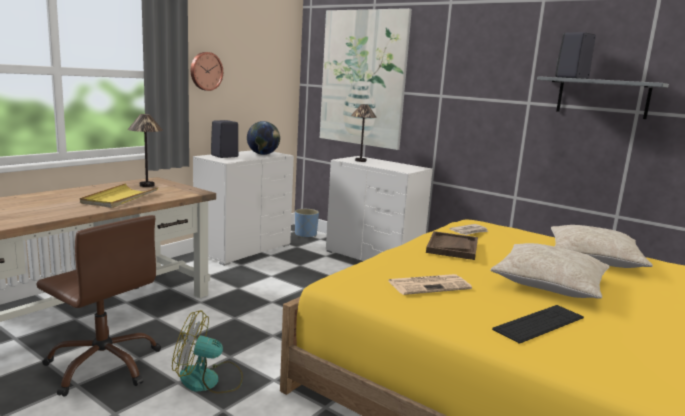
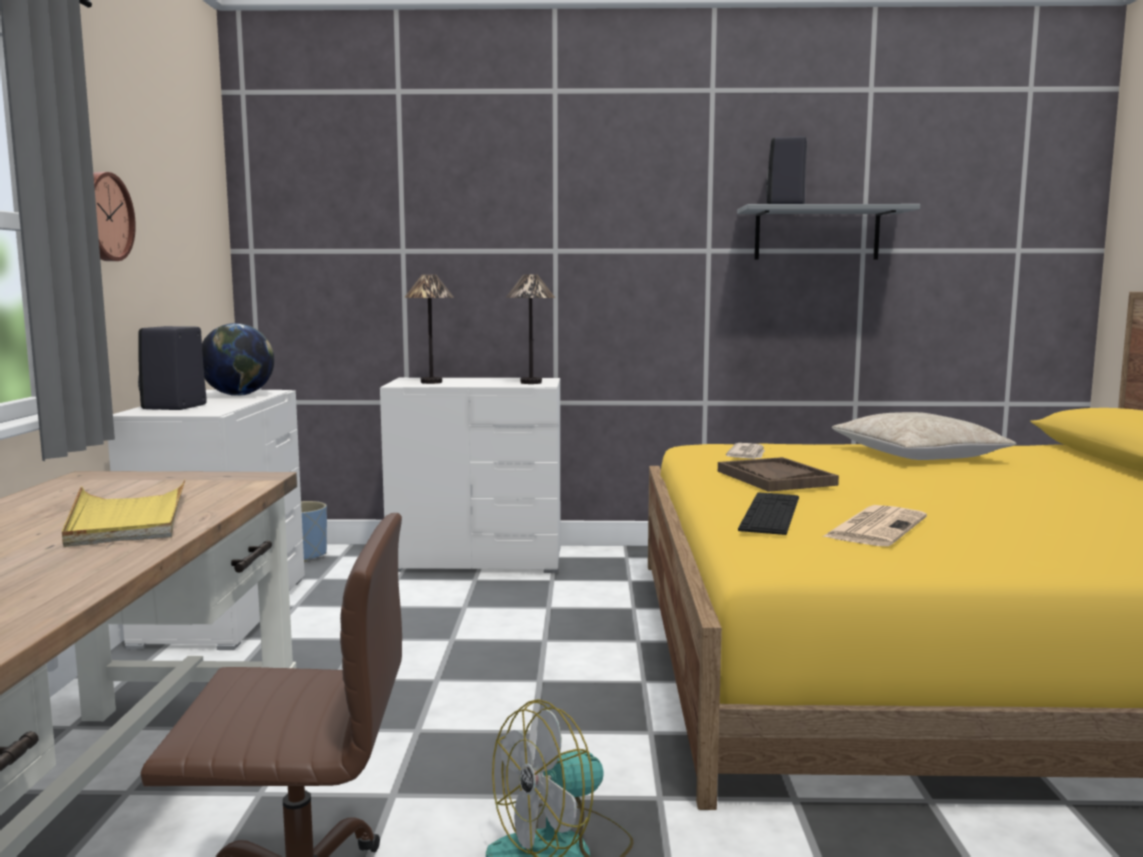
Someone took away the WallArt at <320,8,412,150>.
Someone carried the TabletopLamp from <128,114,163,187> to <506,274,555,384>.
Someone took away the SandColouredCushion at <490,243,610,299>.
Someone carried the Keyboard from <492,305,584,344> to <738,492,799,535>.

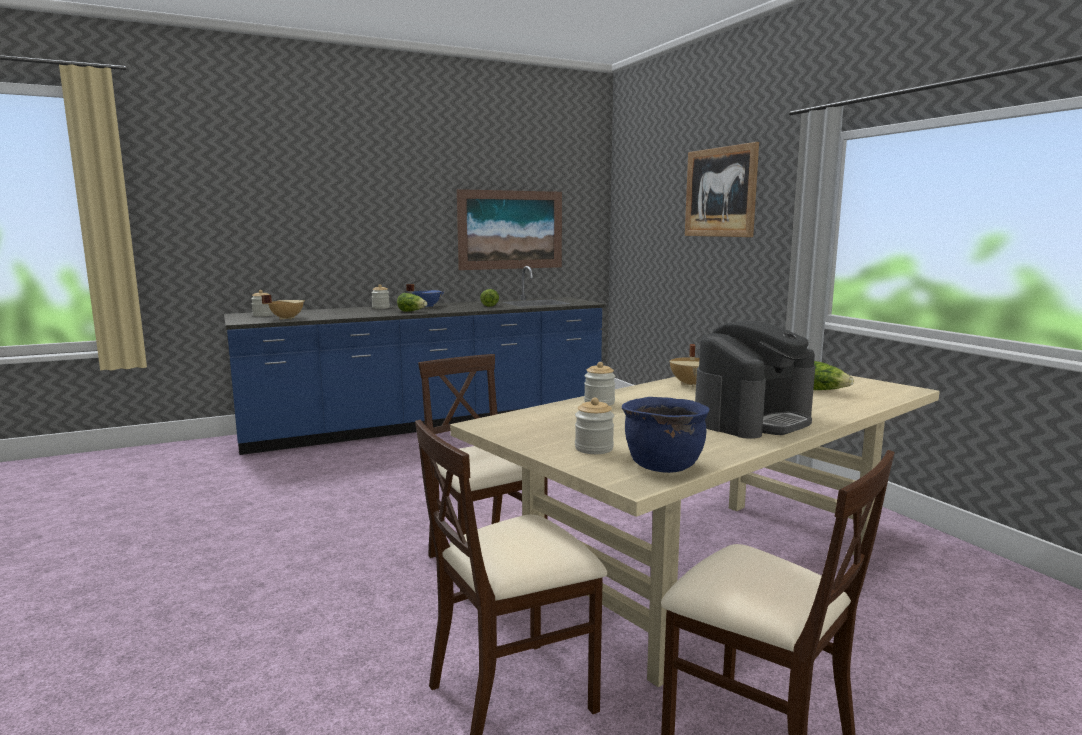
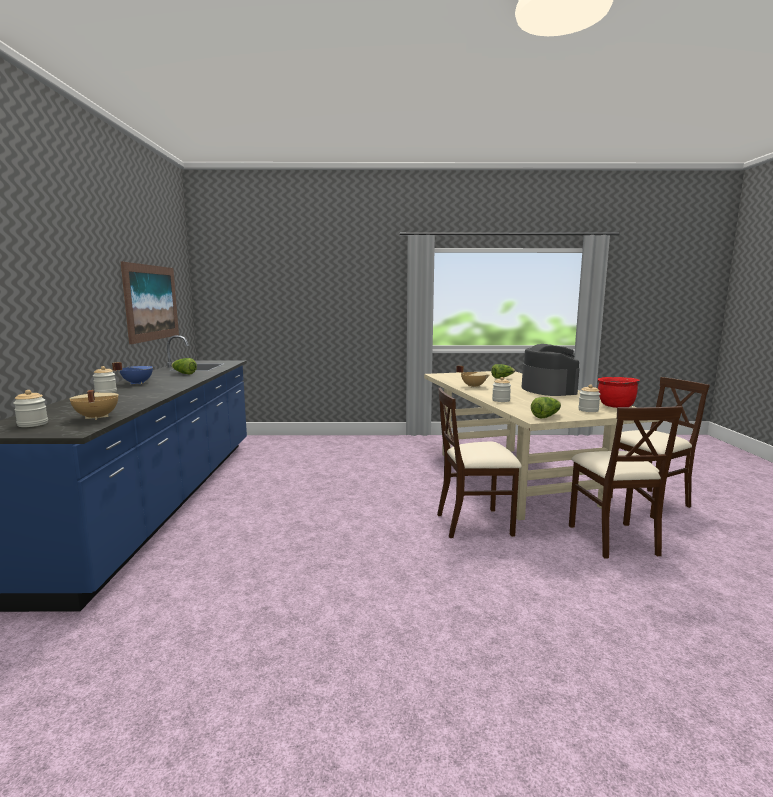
Someone took away the WallArt at <685,142,759,237>.
Someone carried the HeadOfLettuce from <397,293,427,312> to <531,397,561,418>.
Someone repainted the BlueColouredSaucepot at <622,397,709,473>, which became the ReddishSaucepot at <598,377,640,408>.

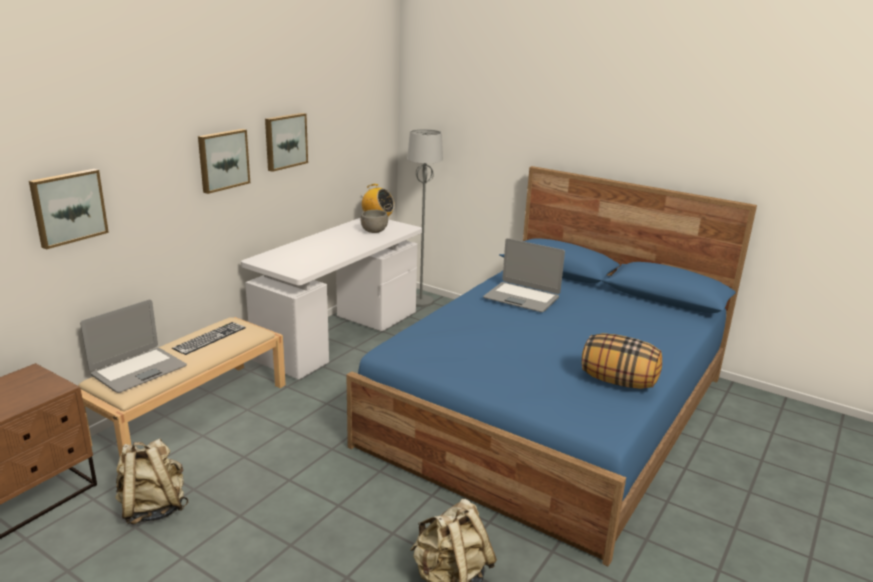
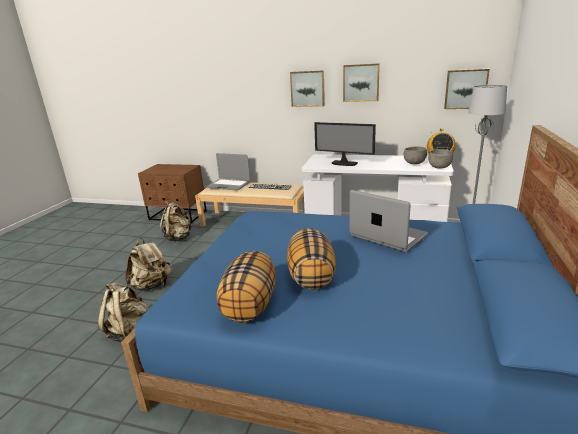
Someone carried the WallArt from <29,169,109,249> to <444,69,490,109>.
Someone rotated the NotebookComputer at <483,238,565,312> by 120 degrees clockwise.
Someone put down the ComputerScreen at <314,122,376,166>.
Someone put down the GreyDeepDish at <428,149,453,169>.
Someone put down the Cushion at <287,228,336,290>.
Someone put down the SandColouredBackpack at <125,238,172,291>.

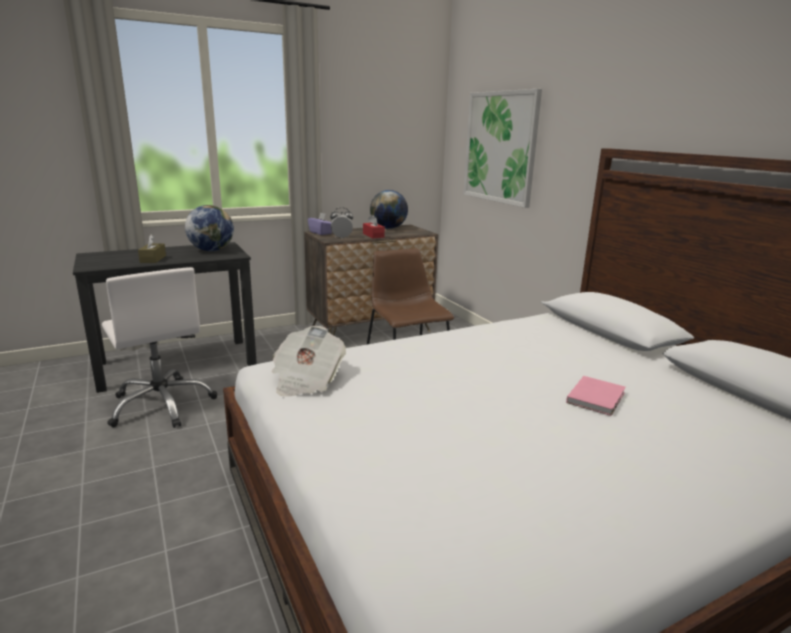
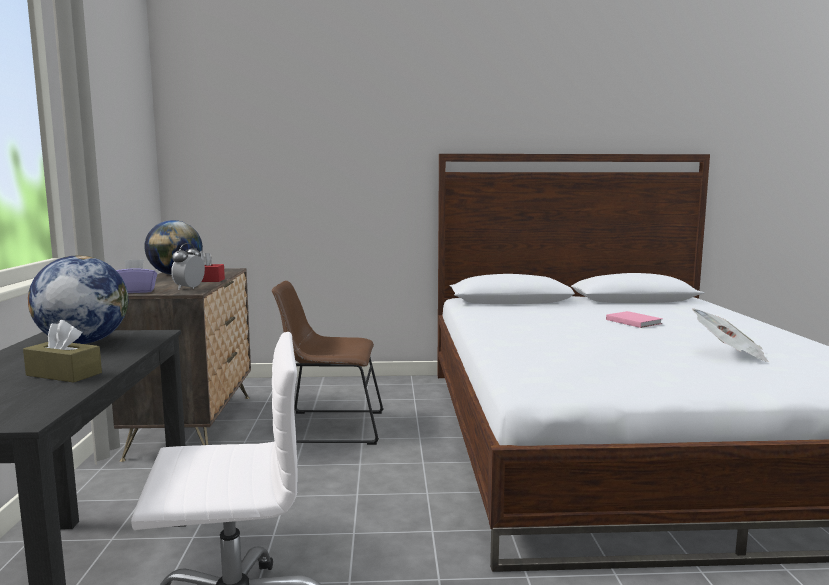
Someone took away the WallArt at <463,89,542,208>.
Someone carried the DailyPaper from <272,326,346,397> to <692,308,769,362>.

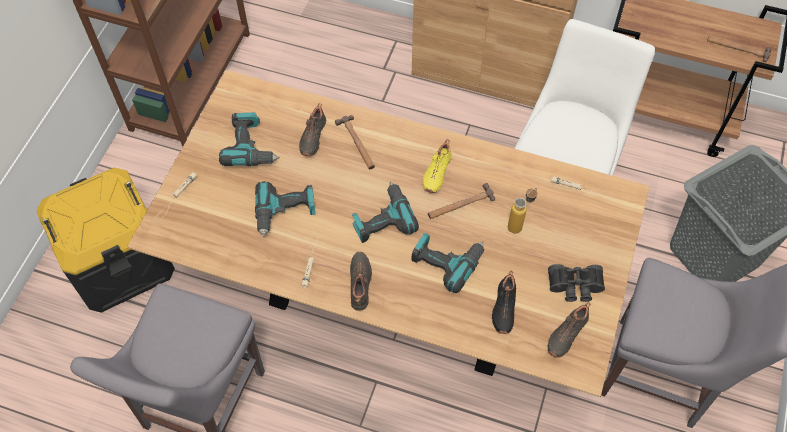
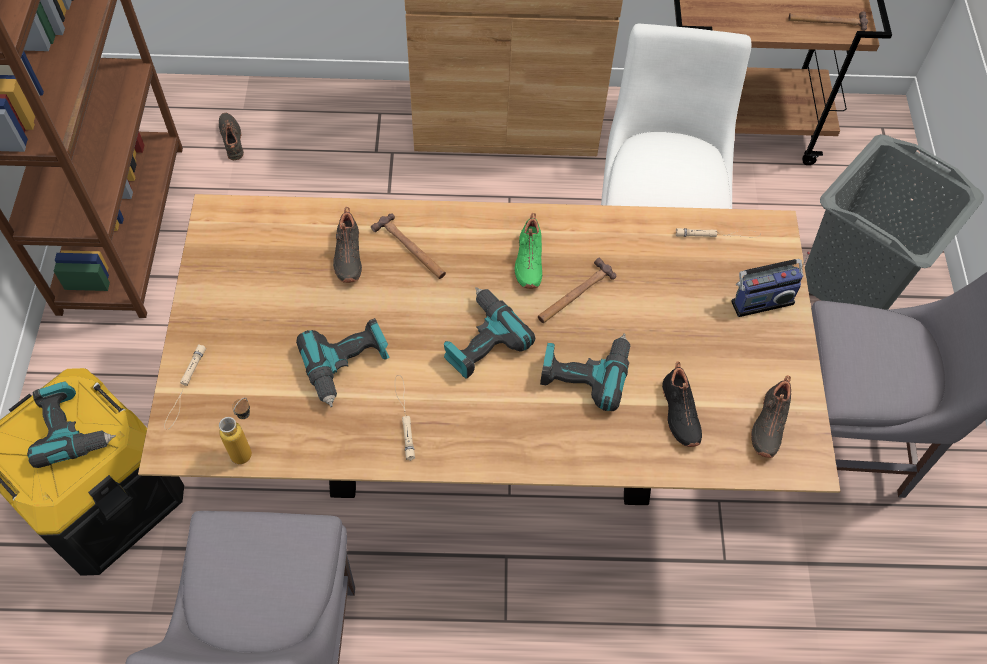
Someone carried the ElectricDrill from <219,112,280,166> to <27,382,116,468>.
Someone repainted the YellowItemOfFootwear at <423,139,452,193>, which became the GreenColouredItemOfFootwear at <514,213,542,289>.
Someone carried the BeverageBottle from <508,188,537,234> to <219,398,252,464>.
Someone carried the BlackishItemOfFootwear from <350,252,372,311> to <219,113,244,160>.
Someone took away the BlackishFieldGlasses at <548,264,605,302>.
Someone put down the RadioReceiver at <731,251,810,317>.

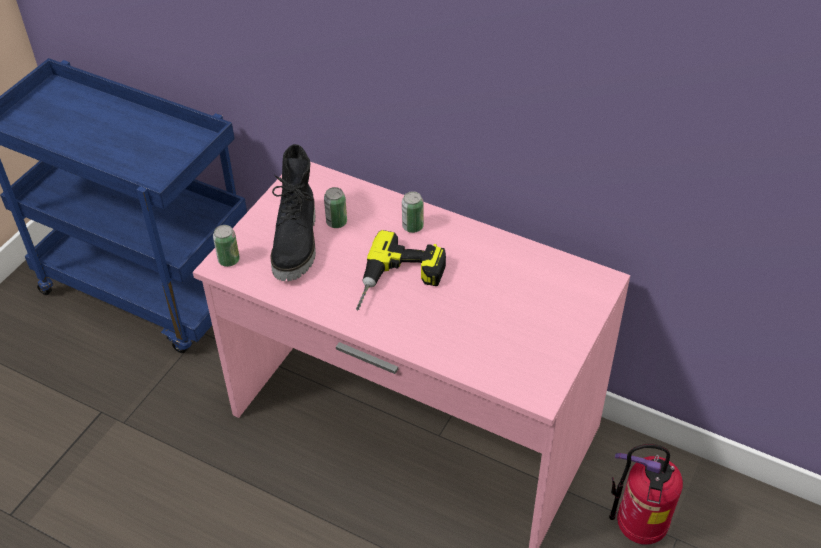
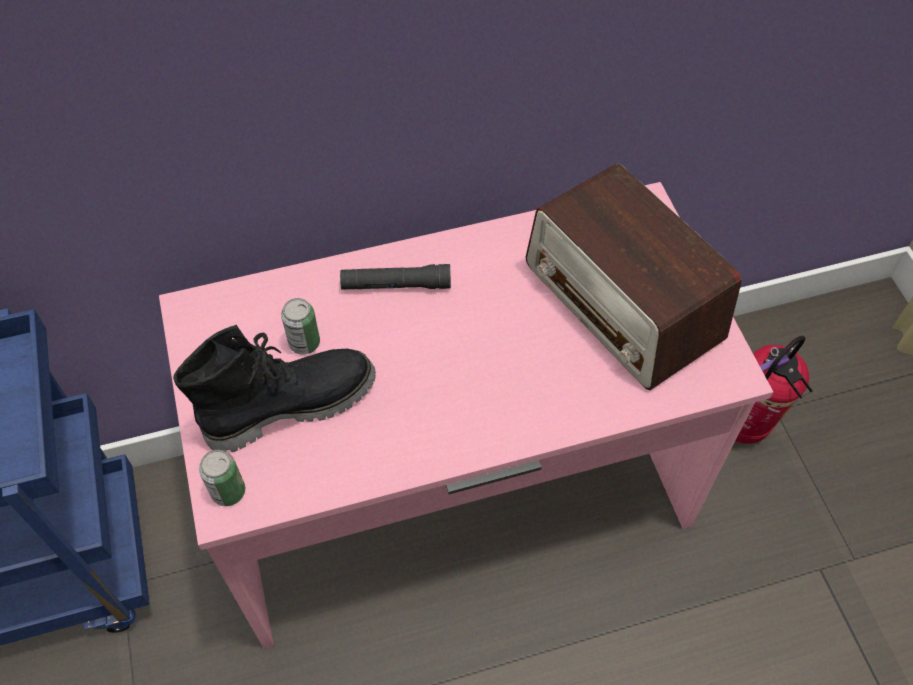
Someone rotated the BlackishHighTopBoot at <271,144,316,281> by 75 degrees counterclockwise.
Someone swapped the MetalCan at <402,191,423,233> for the BlackishHandTorch at <340,264,451,290>.
Someone took away the ElectricDrill at <356,230,446,311>.
Someone put down the RadioReceiver at <526,163,742,390>.

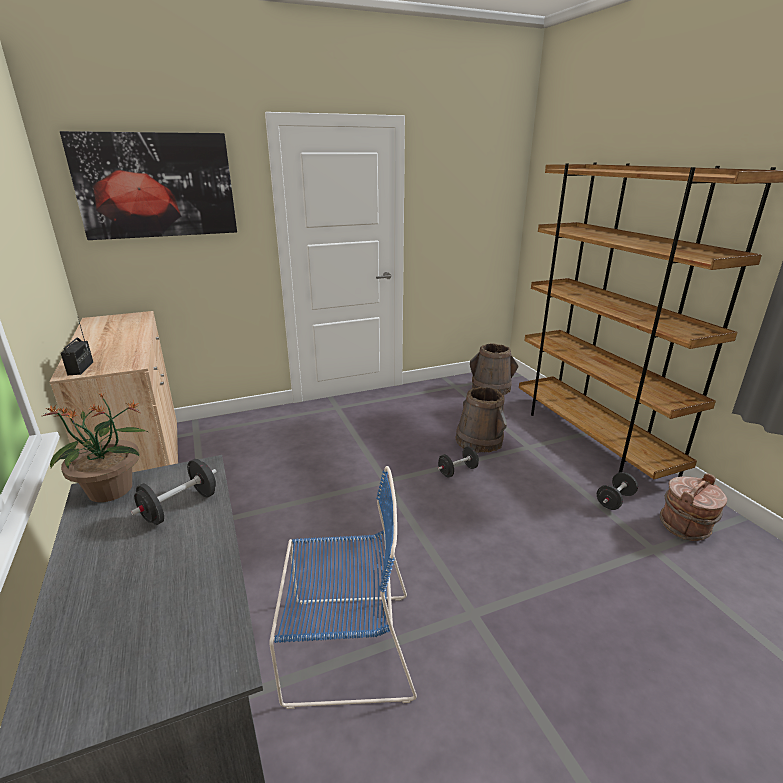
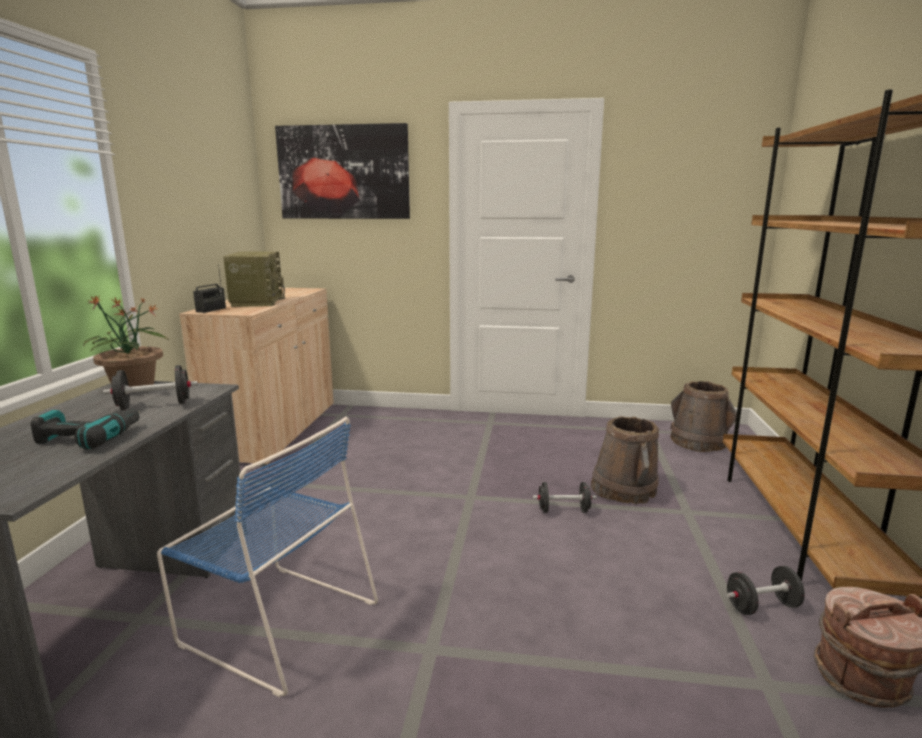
Someone put down the RadioReceiver at <223,252,285,307>.
Someone put down the ElectricDrill at <31,408,140,450>.

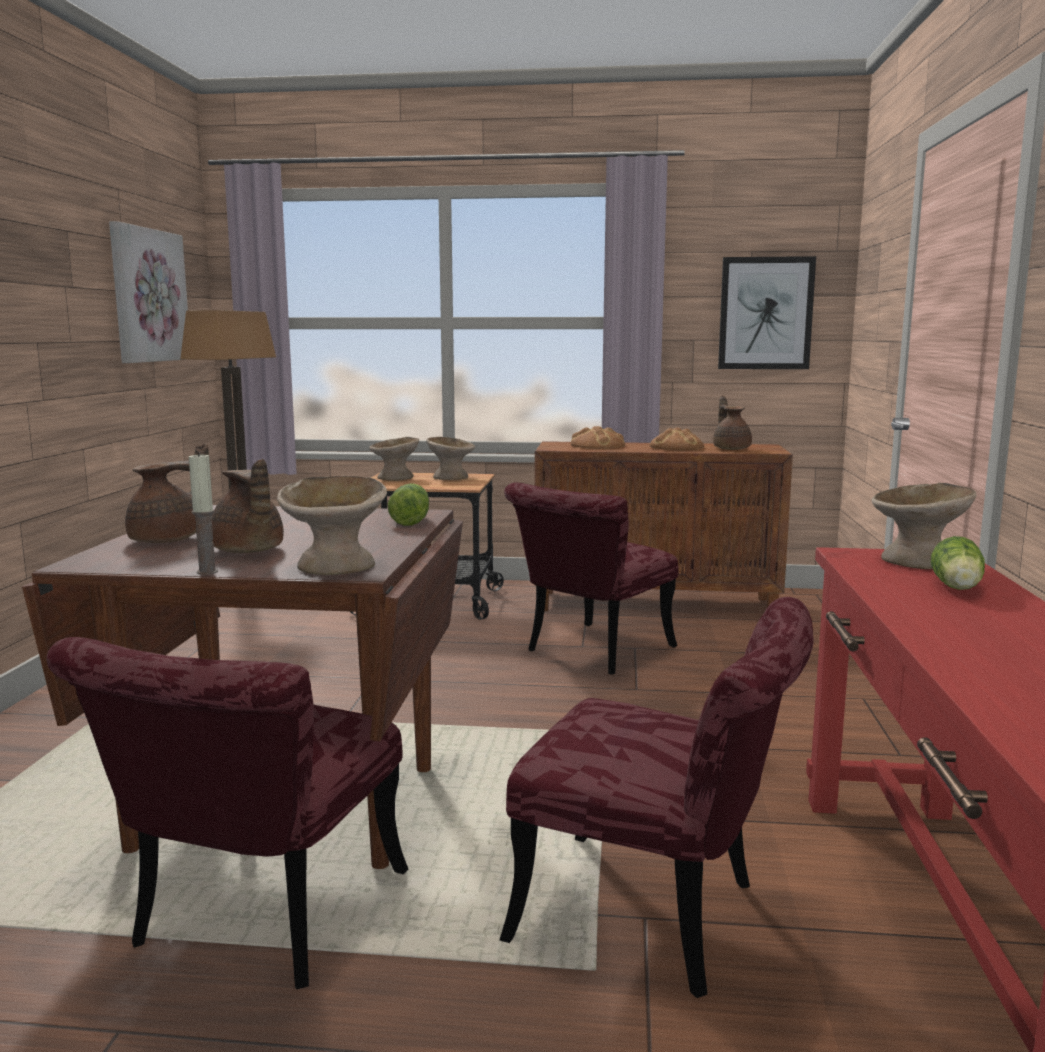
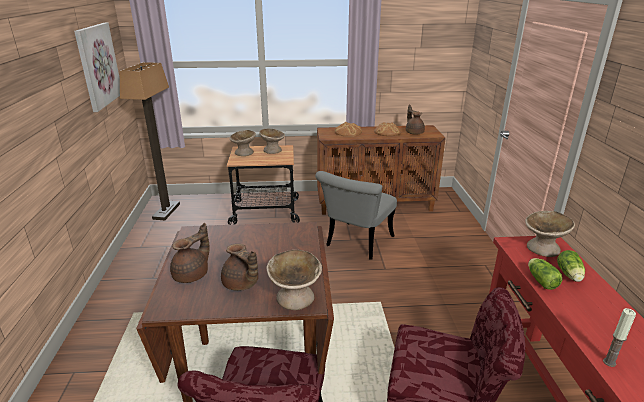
Someone took away the WallArt at <718,256,816,369>.
Someone carried the Candle from <189,452,218,575> to <603,308,636,367>.
Someone repainted the ReddishUprightChair at <504,482,678,675>, which became the GreyUprightChair at <315,171,397,260>.
Someone carried the HeadOfLettuce from <388,483,429,526> to <528,258,563,290>.

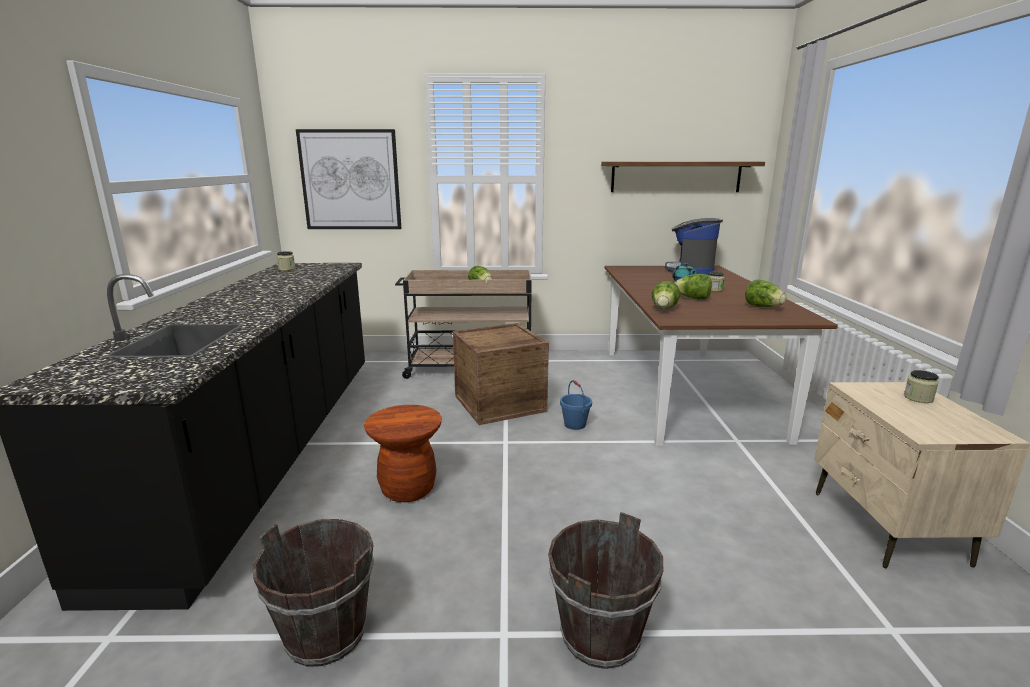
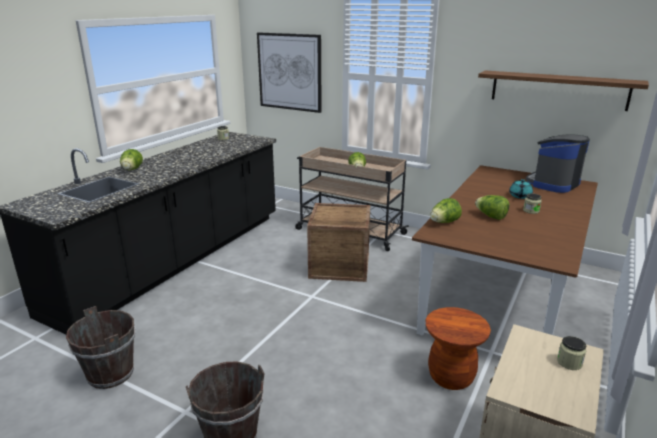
Someone carried the HeadOfLettuce from <745,279,787,307> to <120,149,143,170>.
Someone took away the BlueColouredPail at <560,380,592,430>.
Someone carried the BrownColouredSittingStool from <364,405,442,502> to <426,307,491,390>.

